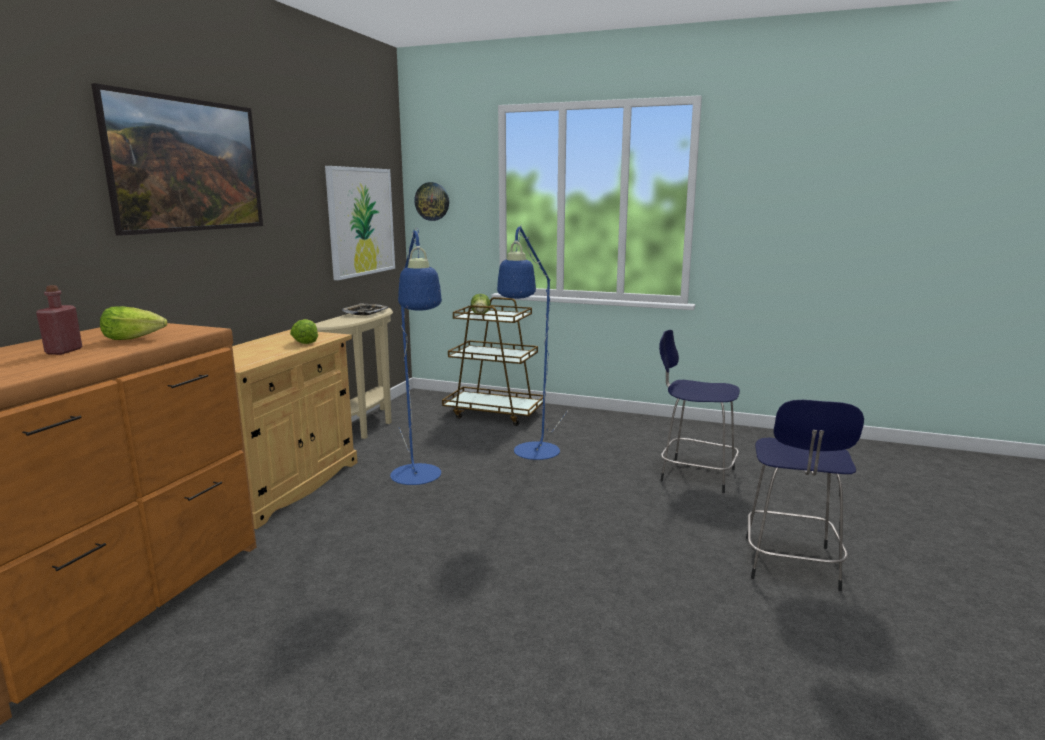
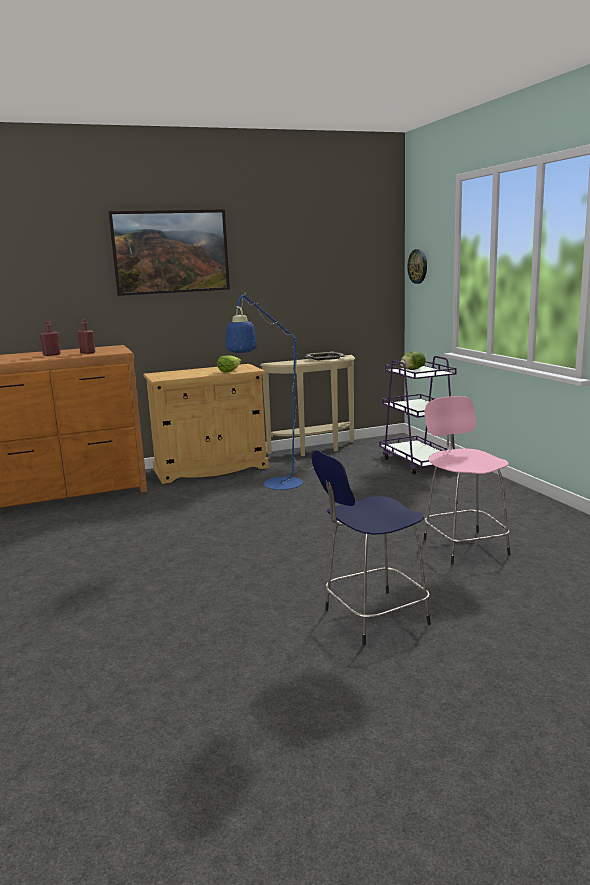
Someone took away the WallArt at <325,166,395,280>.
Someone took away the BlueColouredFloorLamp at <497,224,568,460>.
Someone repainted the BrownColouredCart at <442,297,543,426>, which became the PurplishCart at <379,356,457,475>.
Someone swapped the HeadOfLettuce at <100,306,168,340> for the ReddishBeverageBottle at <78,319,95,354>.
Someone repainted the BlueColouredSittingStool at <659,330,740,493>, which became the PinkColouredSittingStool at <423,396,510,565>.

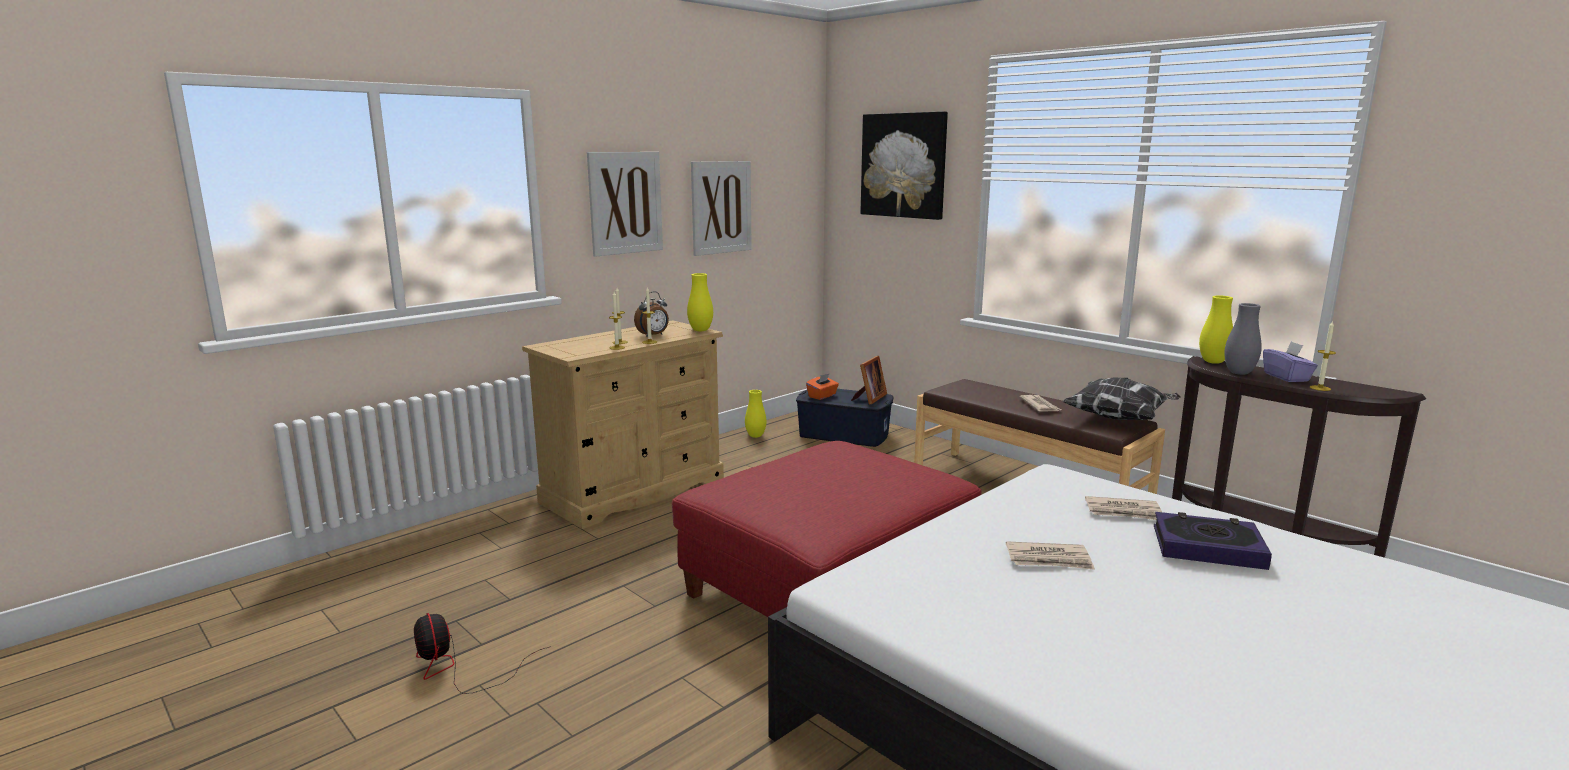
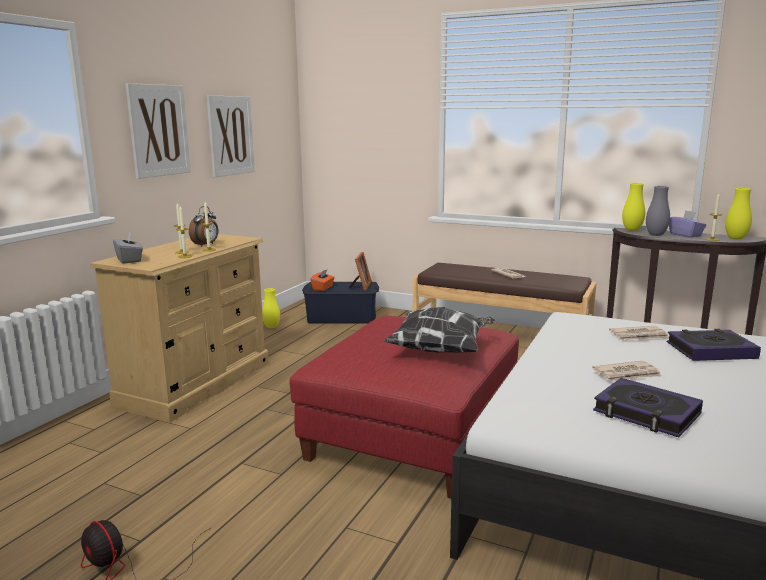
Someone took away the WallArt at <860,111,948,220>.
Someone carried the YellowVase from <687,273,713,332> to <725,188,752,240>.
Someone carried the Cushion from <1062,378,1181,420> to <384,307,495,353>.
Someone put down the GreyTissueBox at <113,232,143,264>.
Someone put down the BoundBook at <593,378,703,437>.

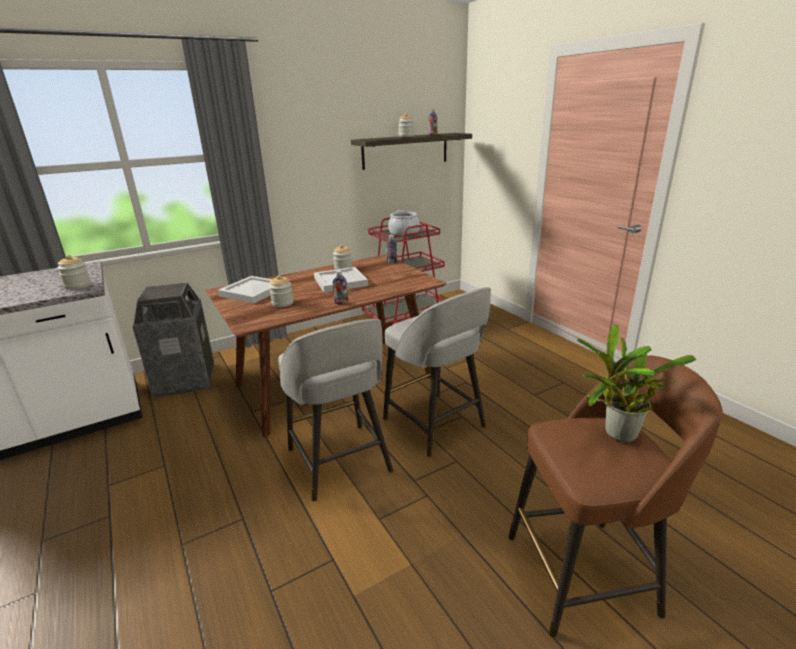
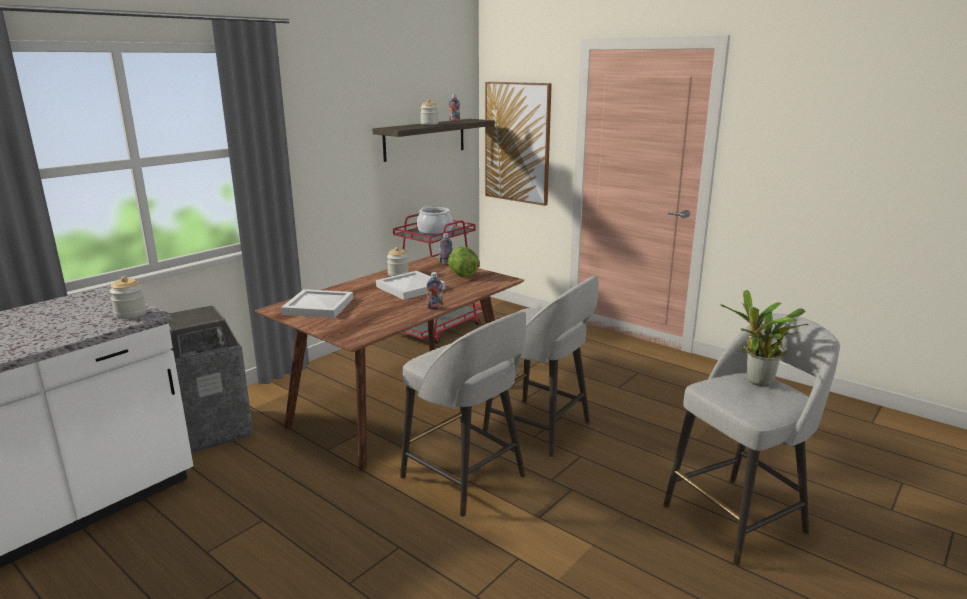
Someone took away the Jar at <269,275,294,307>.
Someone repainted the BrownColouredSittingStool at <508,355,723,637>, which became the GreySittingStool at <663,314,840,566>.
Someone put up the WallArt at <485,82,552,206>.
Someone put down the HeadOfLettuce at <448,247,479,277>.

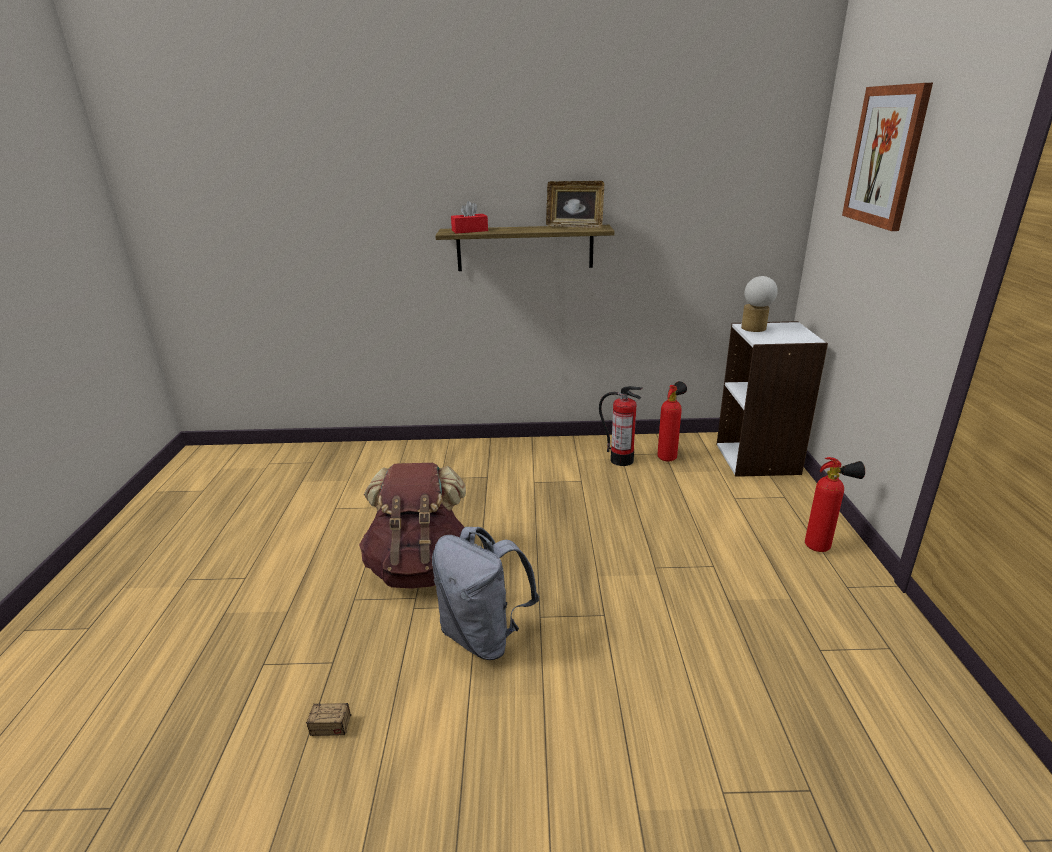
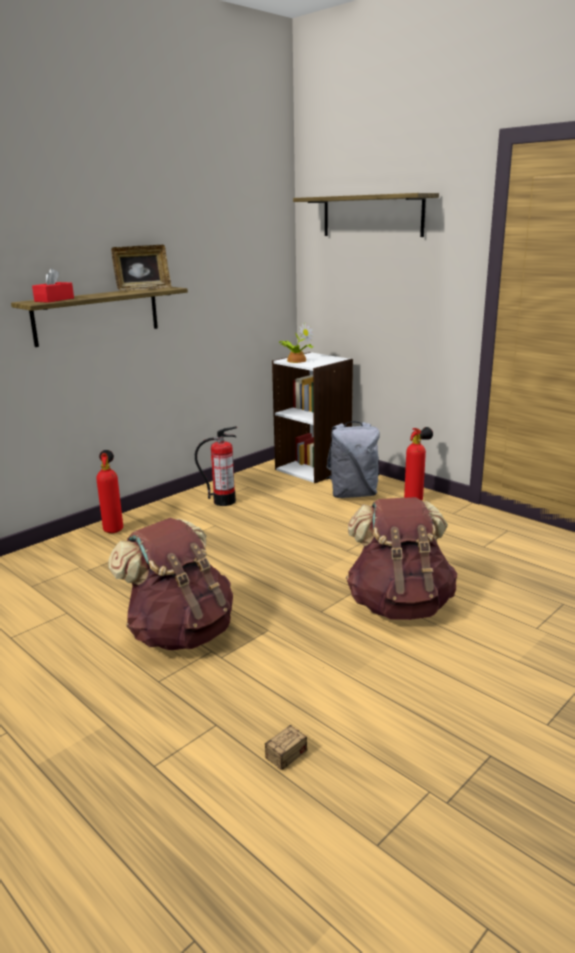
Someone swapped the WallArt at <842,83,933,231> for the BracketShelf at <293,193,439,237>.
Someone swapped the TabletopLamp at <741,276,778,332> for the PlantInAPot at <279,322,314,363>.
Someone carried the FireExtinguisher from <657,381,687,461> to <96,450,123,533>.
Someone carried the GreyBackpack from <432,527,539,660> to <326,421,380,498>.
Someone put down the BrownColouredBackpack at <346,497,457,620>.

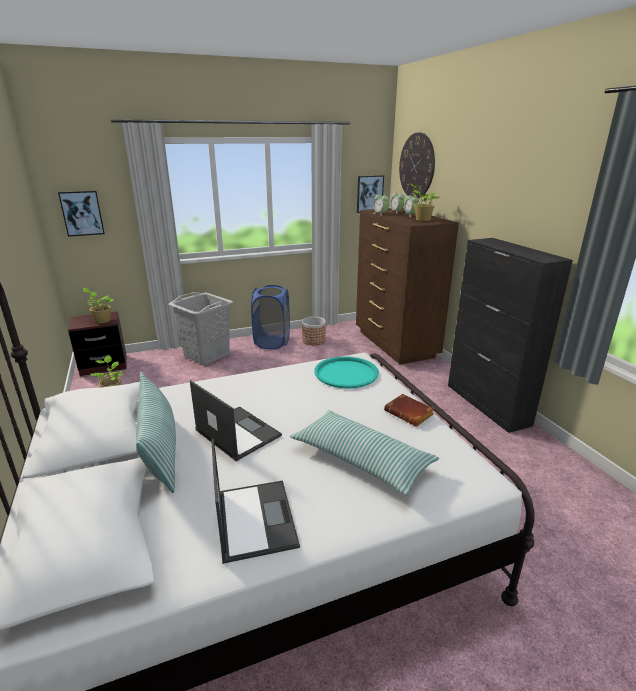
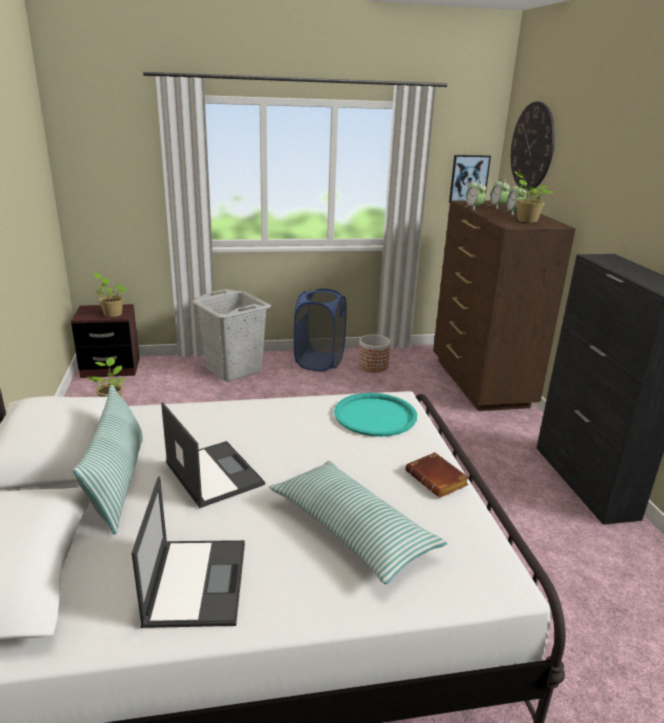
Someone took away the WallArt at <58,191,105,237>.

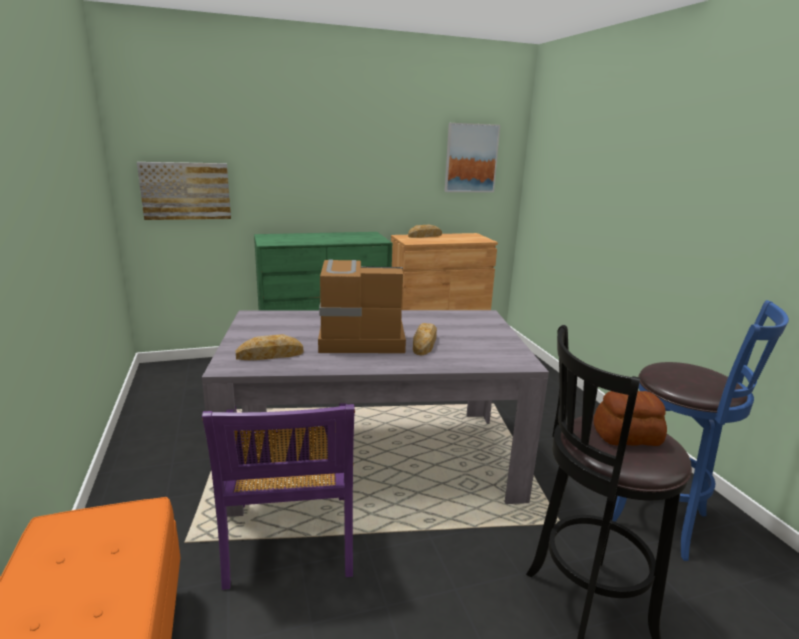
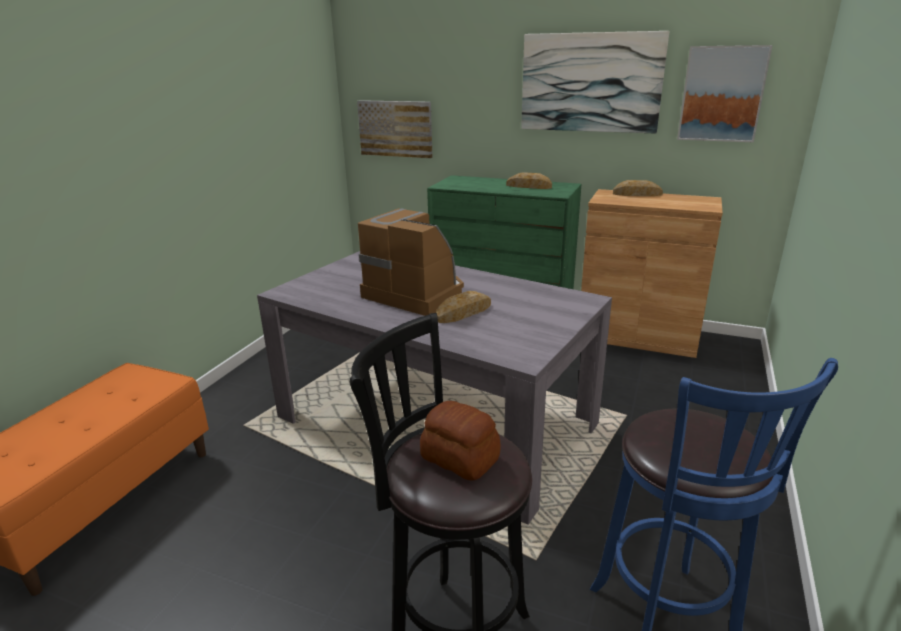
Someone carried the BakeryBread from <236,334,303,360> to <506,172,552,189>.
Someone took away the PurplishUprightChair at <202,403,355,590>.
Someone put up the WallArt at <521,31,670,134>.

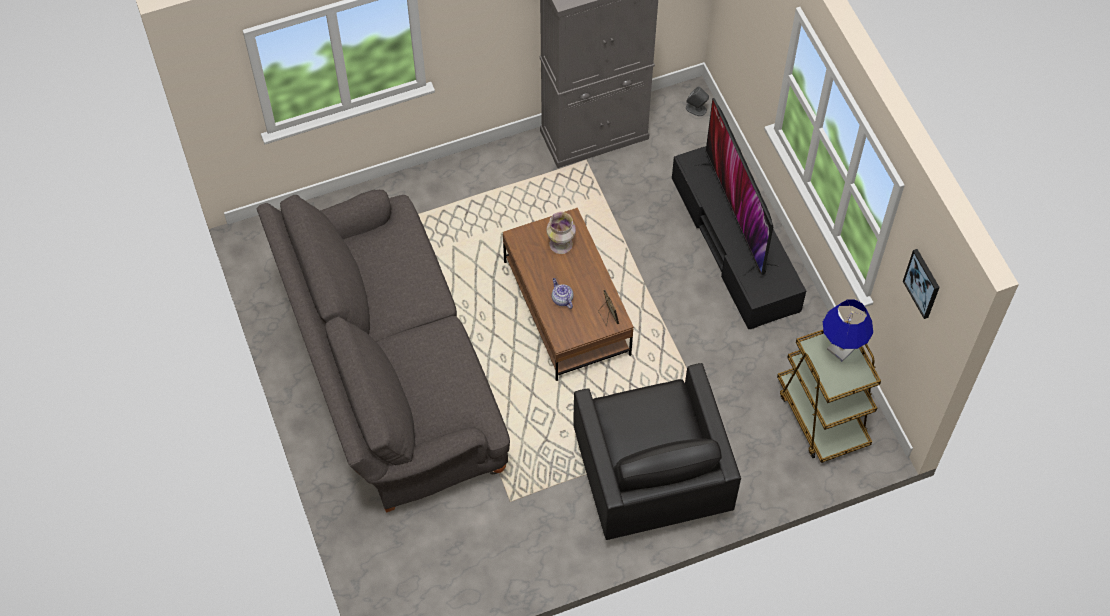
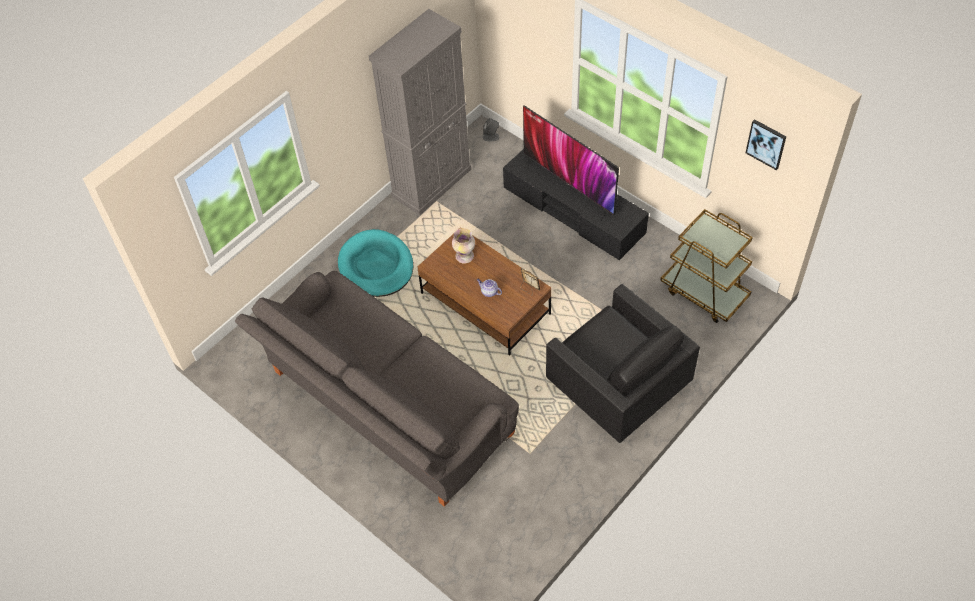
Someone took away the BlueColouredTabletopLamp at <823,299,873,361>.
Someone put down the BlueGreenPetBed at <338,229,414,297>.

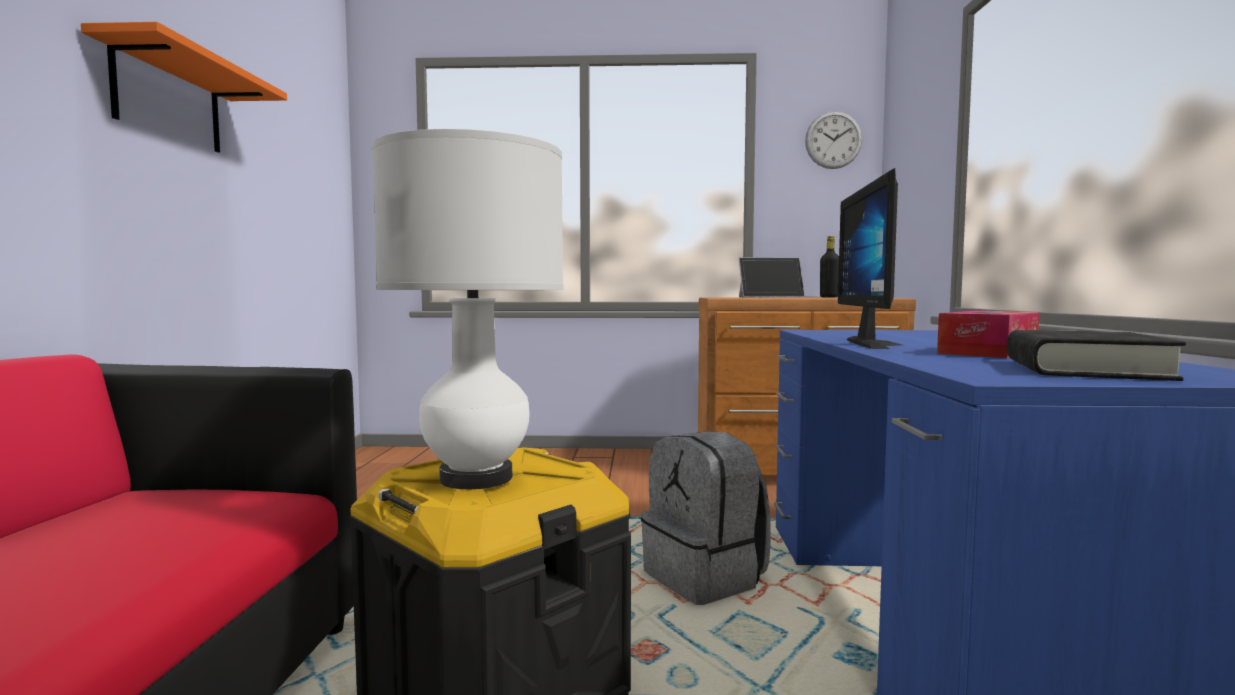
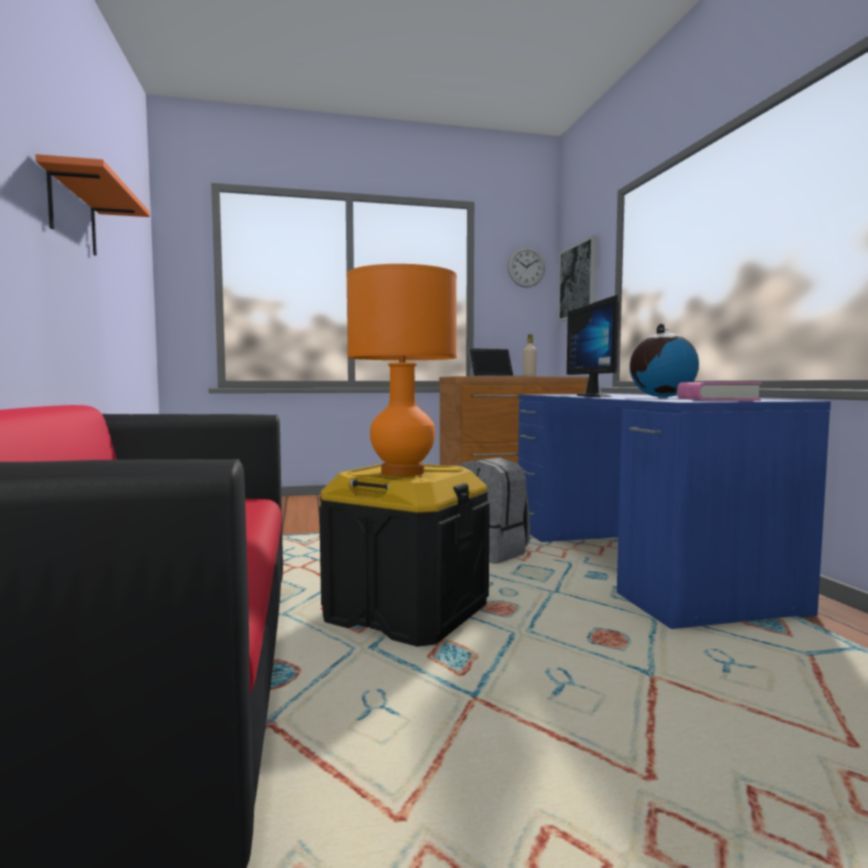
Someone repainted the WhitishTabletopLamp at <372,129,563,489>, which became the OrangeyTabletopLamp at <347,264,457,476>.
Someone repainted the BlackishBeverageBottle at <820,236,839,298>, which became the SandColouredBeverageBottle at <523,334,537,377>.
Someone swapped the TissueBox at <937,311,1039,358> for the WorldGlobe at <630,324,699,397>.
Someone repainted the BlackishBoundBook at <1007,330,1186,381>, which became the PinkColouredBoundBook at <677,382,762,401>.
Someone put up the WallArt at <558,235,598,321>.

